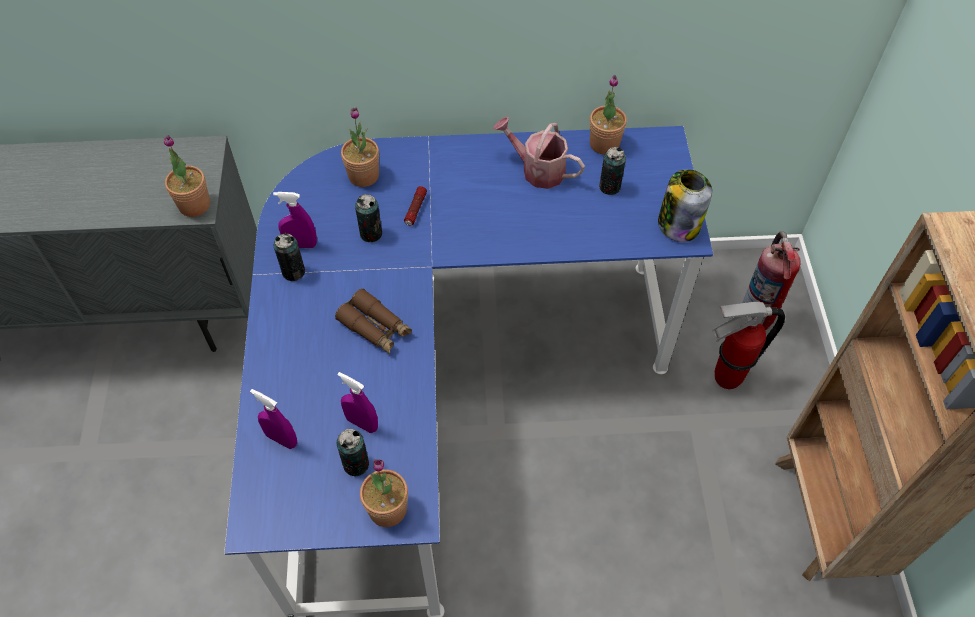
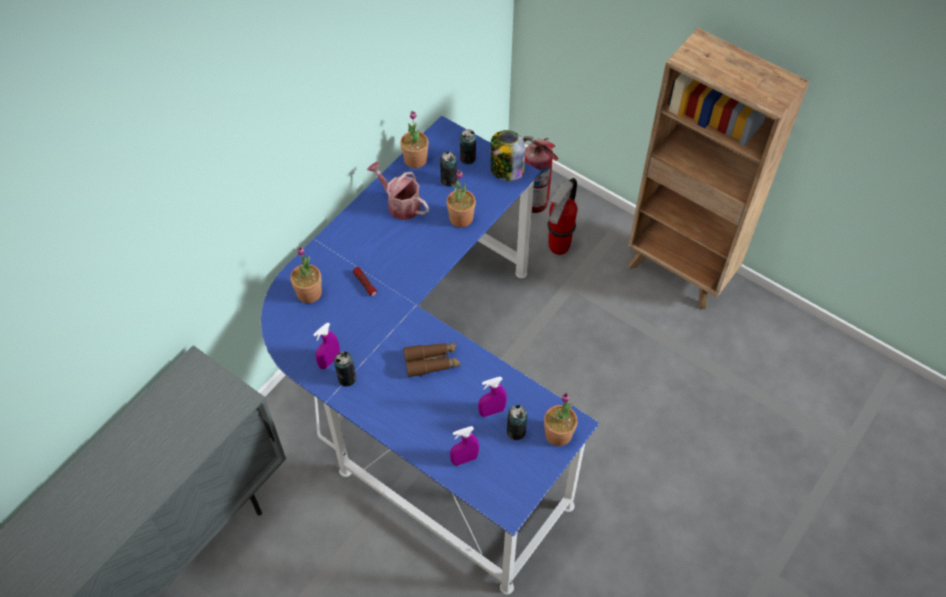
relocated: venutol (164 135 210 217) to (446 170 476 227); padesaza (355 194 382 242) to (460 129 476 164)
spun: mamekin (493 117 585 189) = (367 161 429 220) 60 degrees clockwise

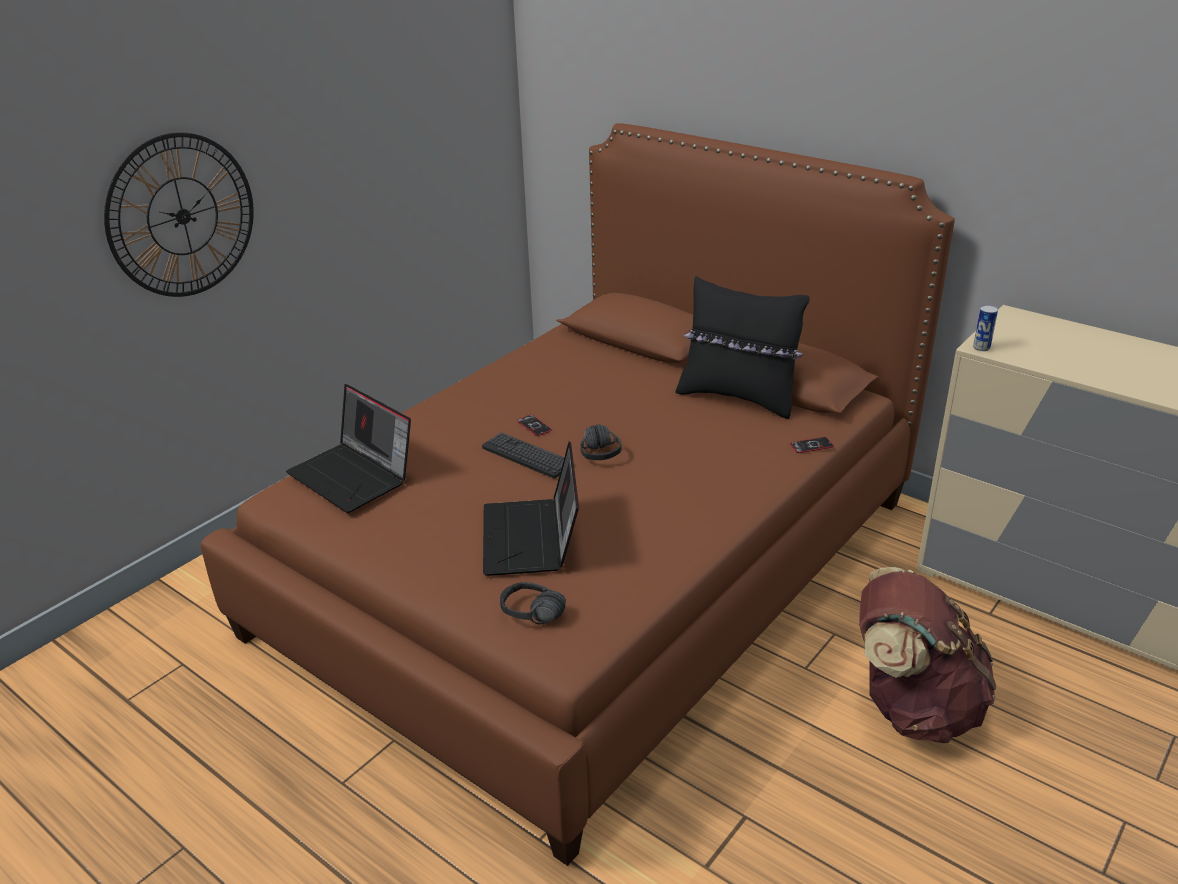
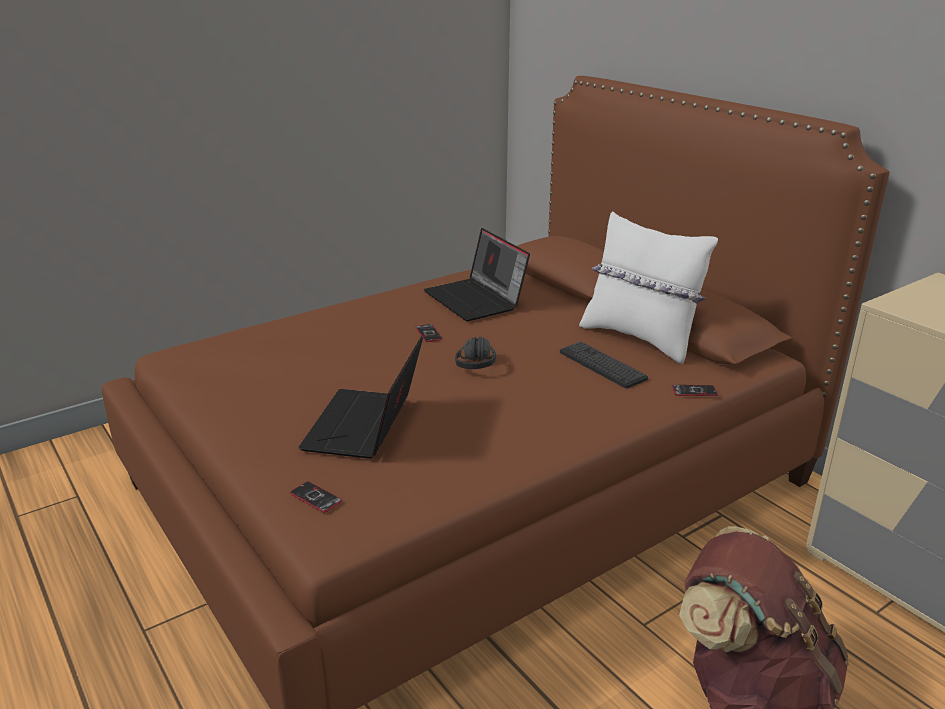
missing: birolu (104 132 254 297); padesaza (973 305 998 351)
relocated: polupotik (286 384 411 513) to (424 228 530 321); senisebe (482 432 564 478) to (560 341 648 389)
exchanged: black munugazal (500 582 566 624) to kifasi (290 481 342 513)
colour: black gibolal (675 276 810 419) to white gibolal (579 211 718 364)

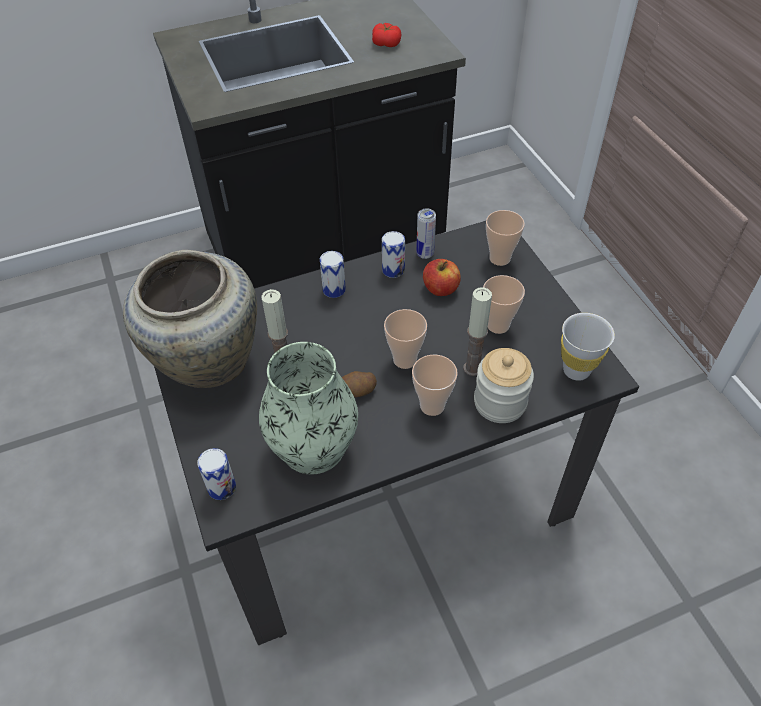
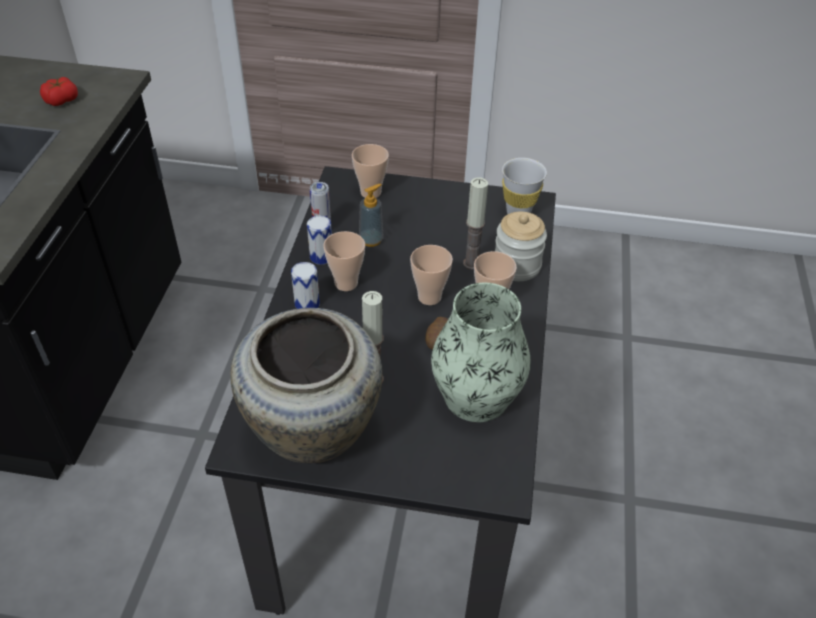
missing: padesaza (197 448 236 500)
relocated: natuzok (483 275 525 334) to (323 231 365 291)
exchanged: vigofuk (423 259 461 296) to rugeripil (359 184 384 247)

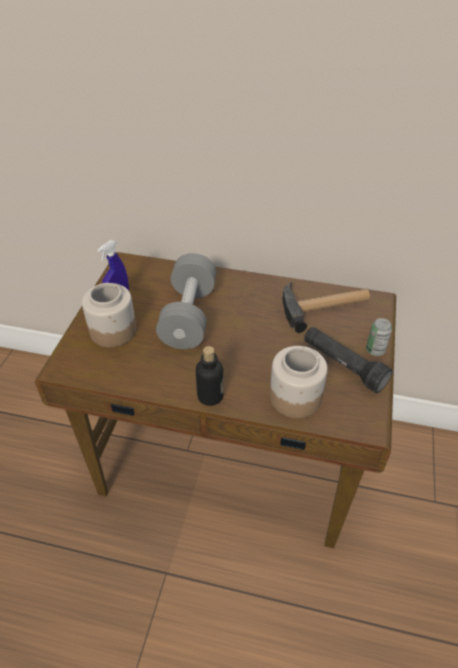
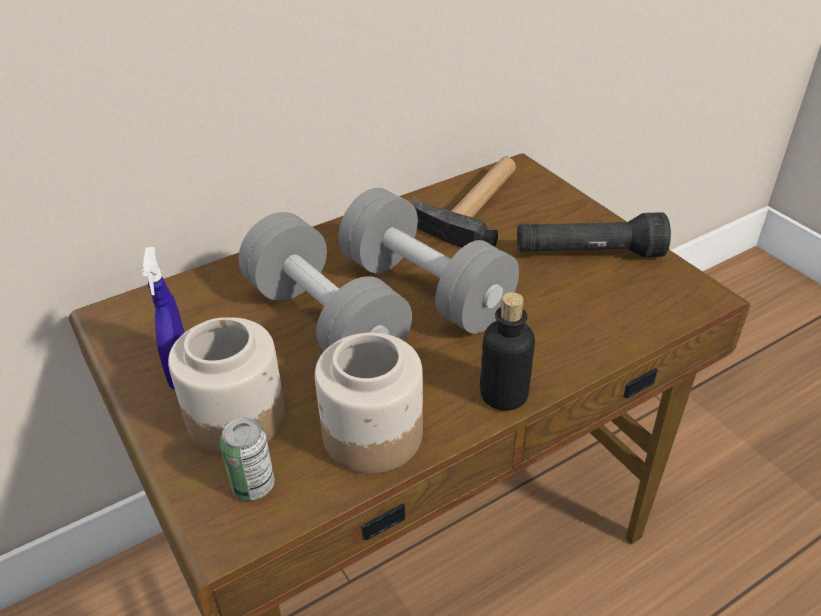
appeared: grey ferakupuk (338 188 519 334)
relocated: padesaza (366 318 392 356) to (220 418 275 501); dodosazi (270 346 328 418) to (315 332 423 474)

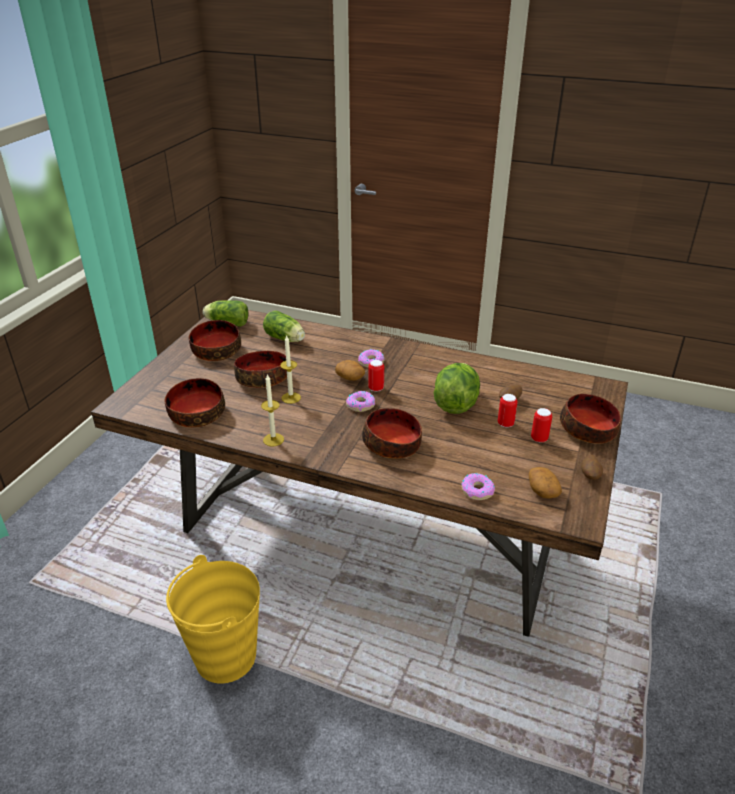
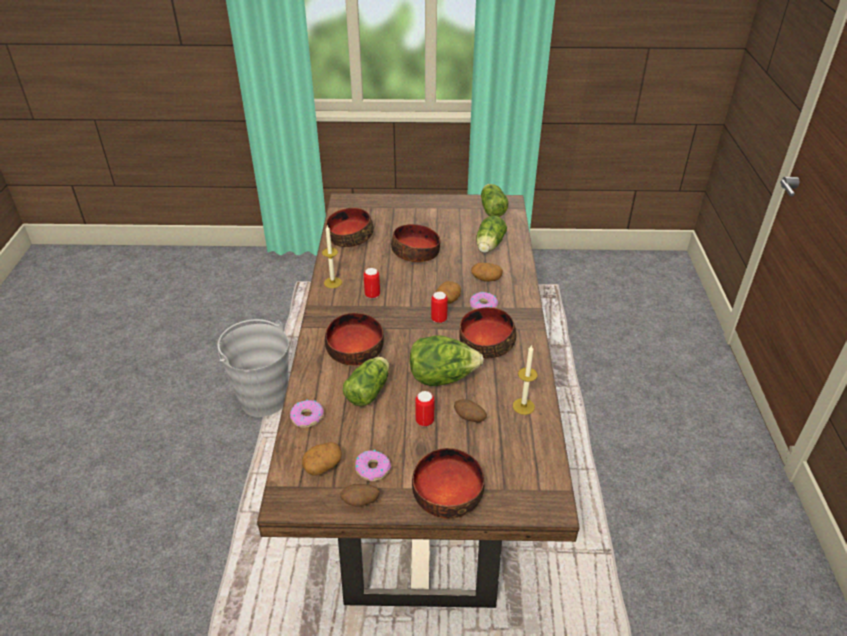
appeared: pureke (471 263 503 282); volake (343 357 389 406)
relocated: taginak (189 320 241 361) to (459 307 516 358); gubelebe (280 335 301 404) to (513 345 538 415); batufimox (346 391 375 412) to (355 450 391 481); padesaza (531 408 552 442) to (364 268 380 299)
colour: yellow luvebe (166 555 260 684) to grey luvebe (218 319 289 417)

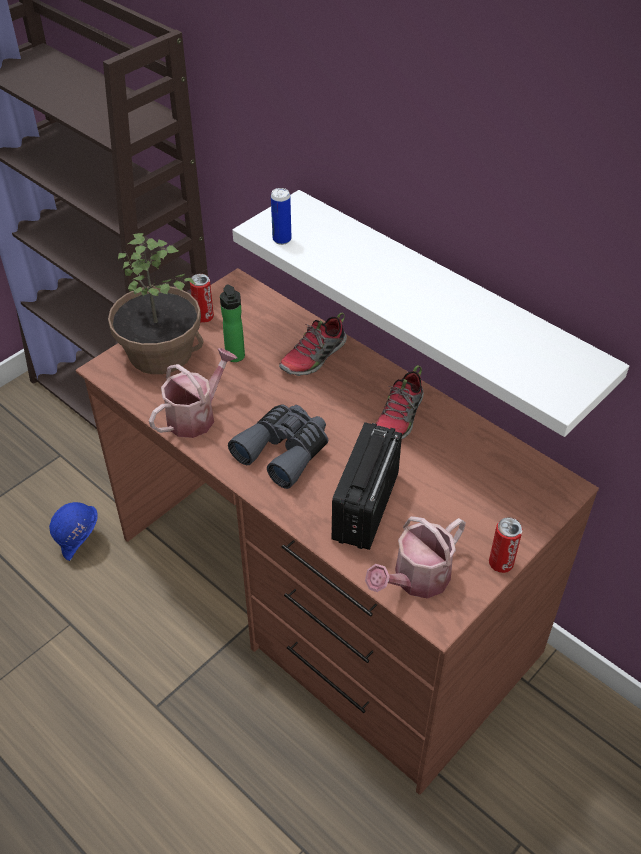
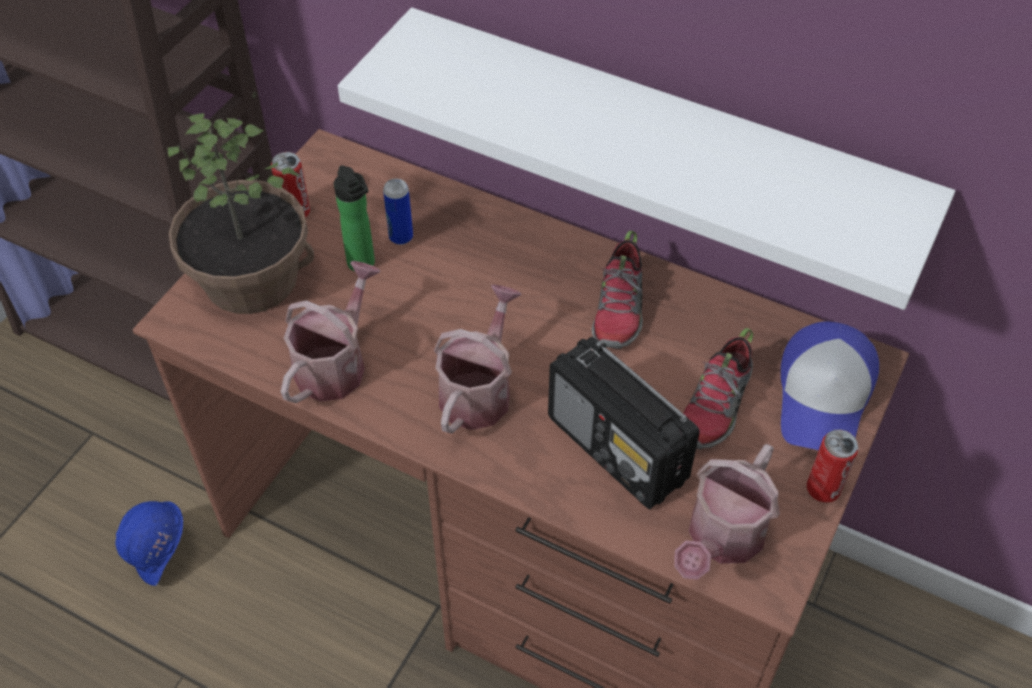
appeared: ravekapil (781 322 879 450)
relocated: padesaza (271 188 291 245) to (383 179 413 245); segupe (279 313 347 376) to (683 328 753 449)
exchanged: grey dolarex (228 404 328 489) to mamekin (433 285 522 434)
spun: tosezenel (331 422 402 550) = (548 337 700 509) 45 degrees counterclockwise

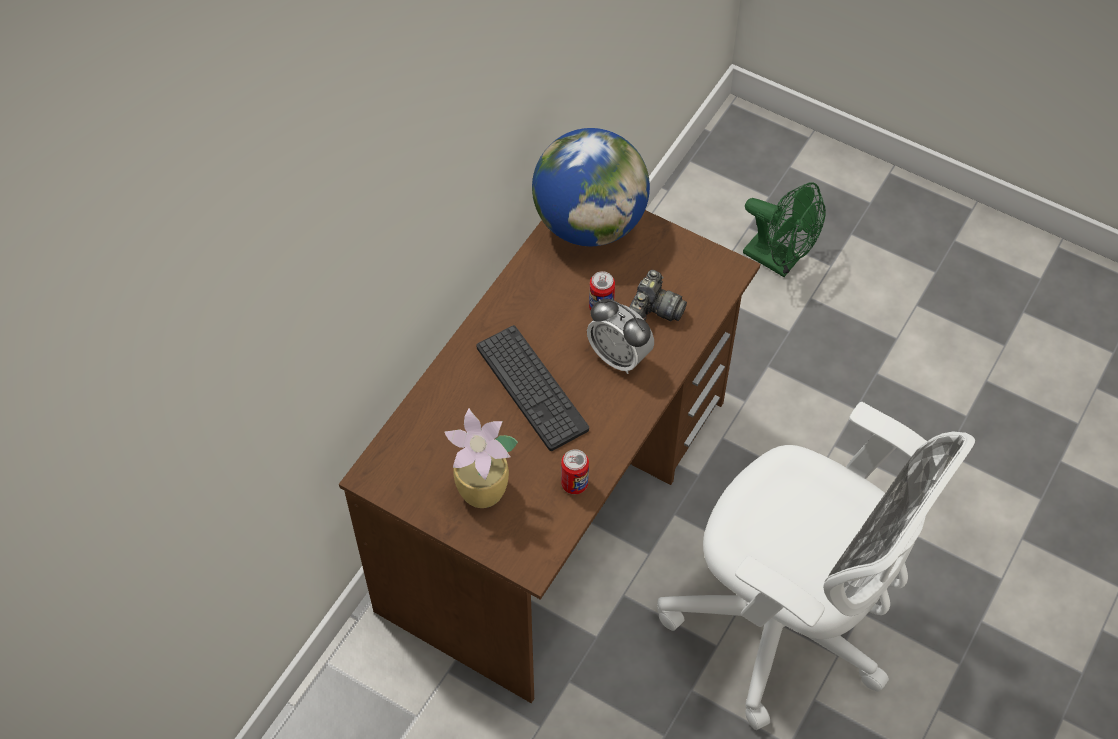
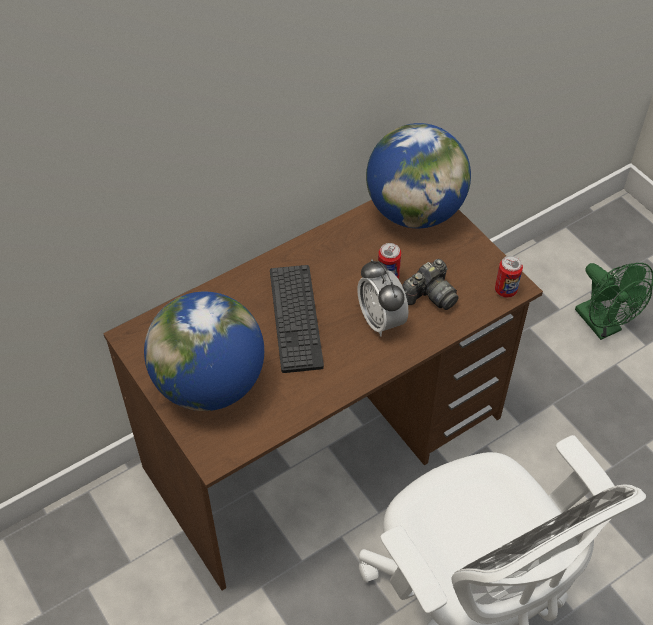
relocated: padesaza (561 449 589 494) to (495 256 523 298)
exchanged: venutol (445 408 518 508) to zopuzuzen (144 292 264 411)

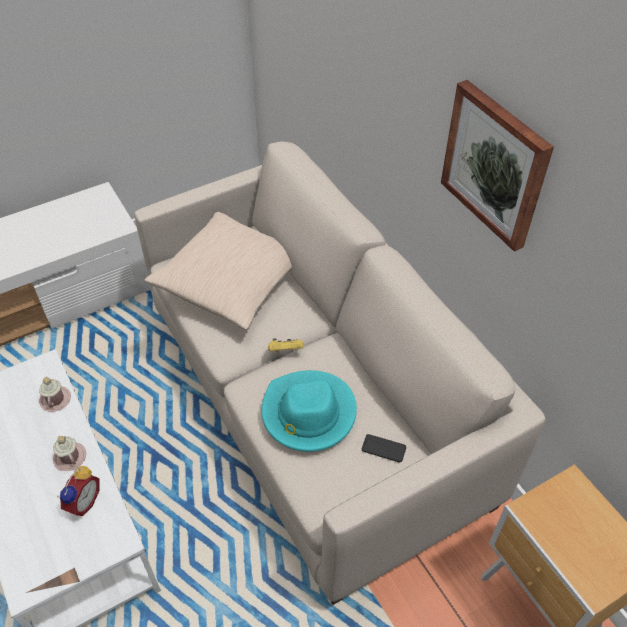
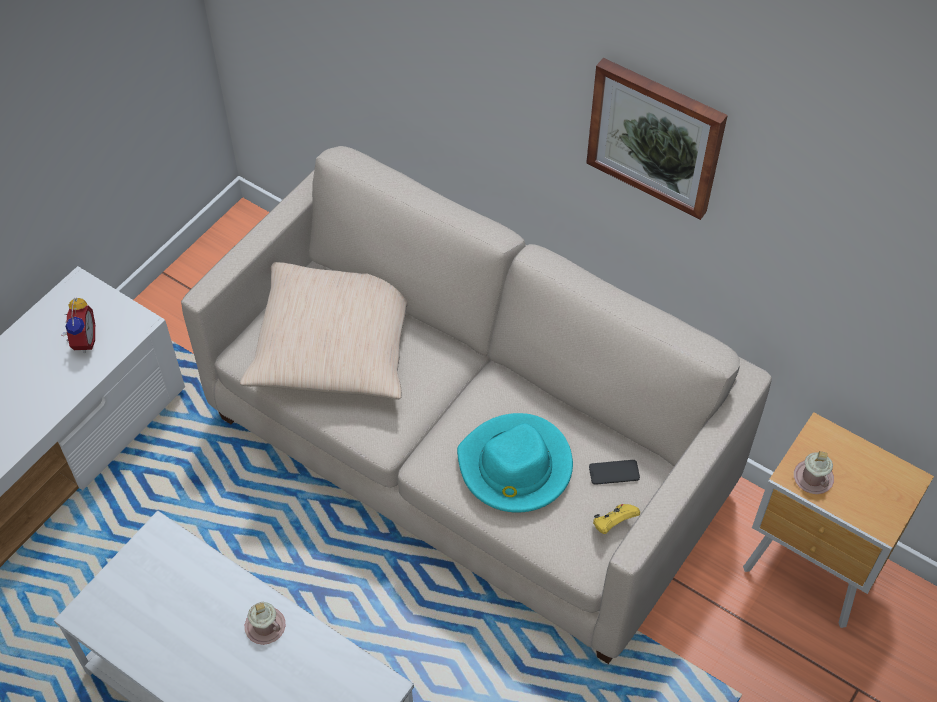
relocated: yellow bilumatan (268 339 304 352) to (593 504 640 534); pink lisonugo (39 377 71 412) to (794 451 834 494); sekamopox (57 466 100 516) to (62 298 95 353)

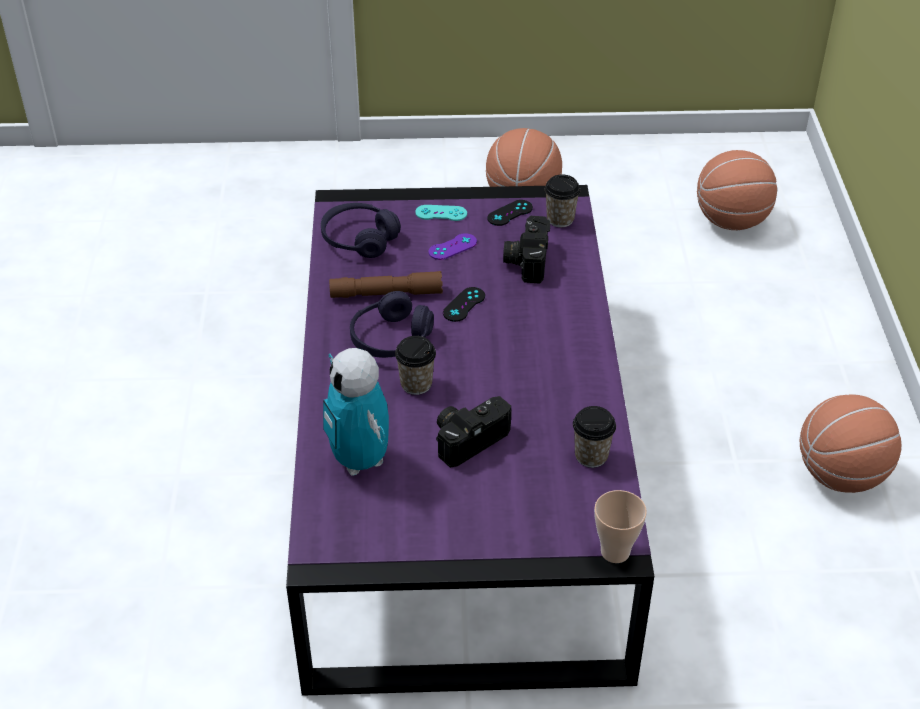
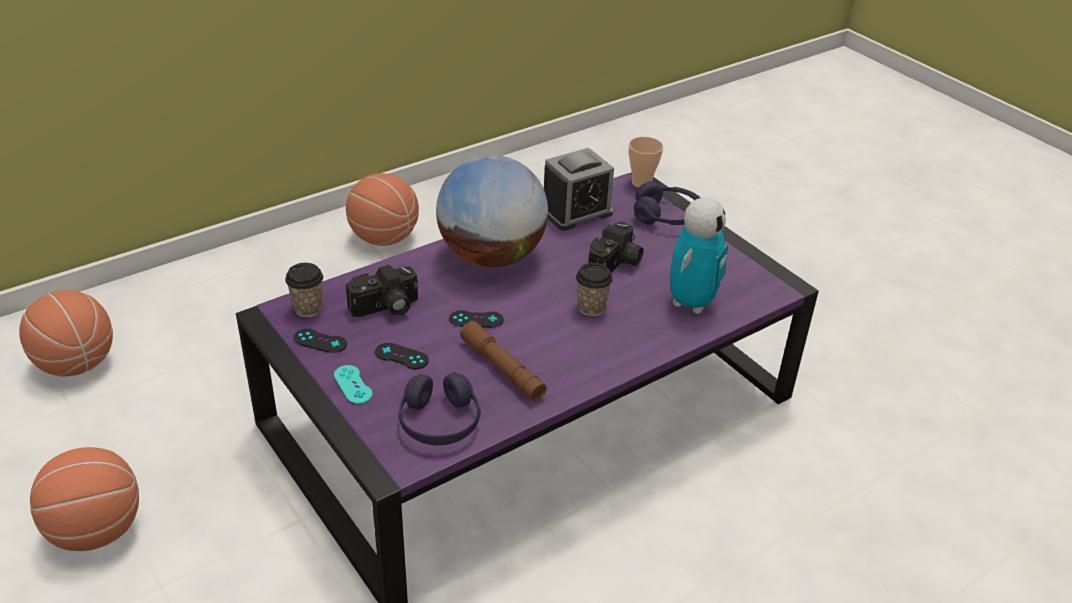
appeared: zopuzuzen (436 155 548 267)
relocated: purple munugazal (350 291 434 358) to (634 181 700 225)
exchanged: natuzok (573 406 616 468) to sekamopox (544 148 614 231)
colour: purple bilumatan (428 233 477 260) to black bilumatan (375 343 429 369)
spun: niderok (436 396 512 468) = (588 222 644 272) 75 degrees counterclockwise

